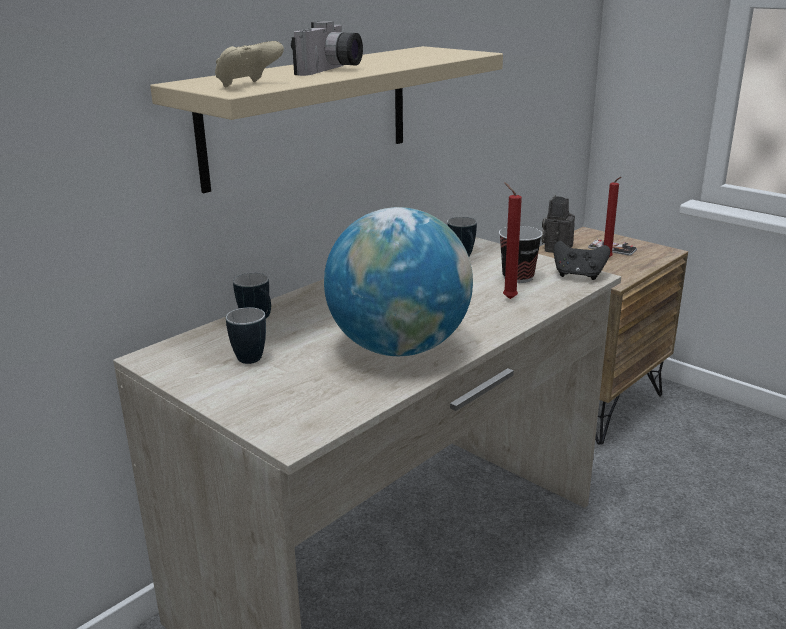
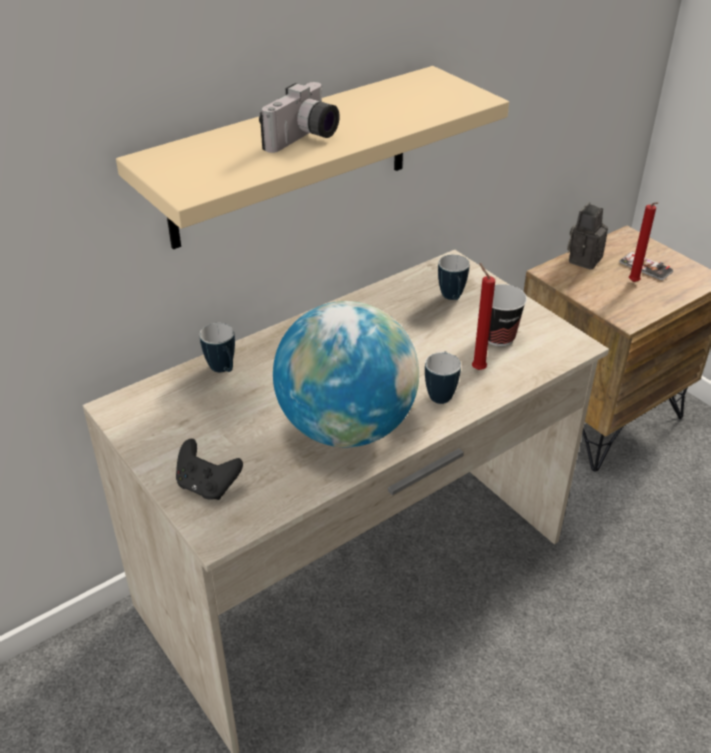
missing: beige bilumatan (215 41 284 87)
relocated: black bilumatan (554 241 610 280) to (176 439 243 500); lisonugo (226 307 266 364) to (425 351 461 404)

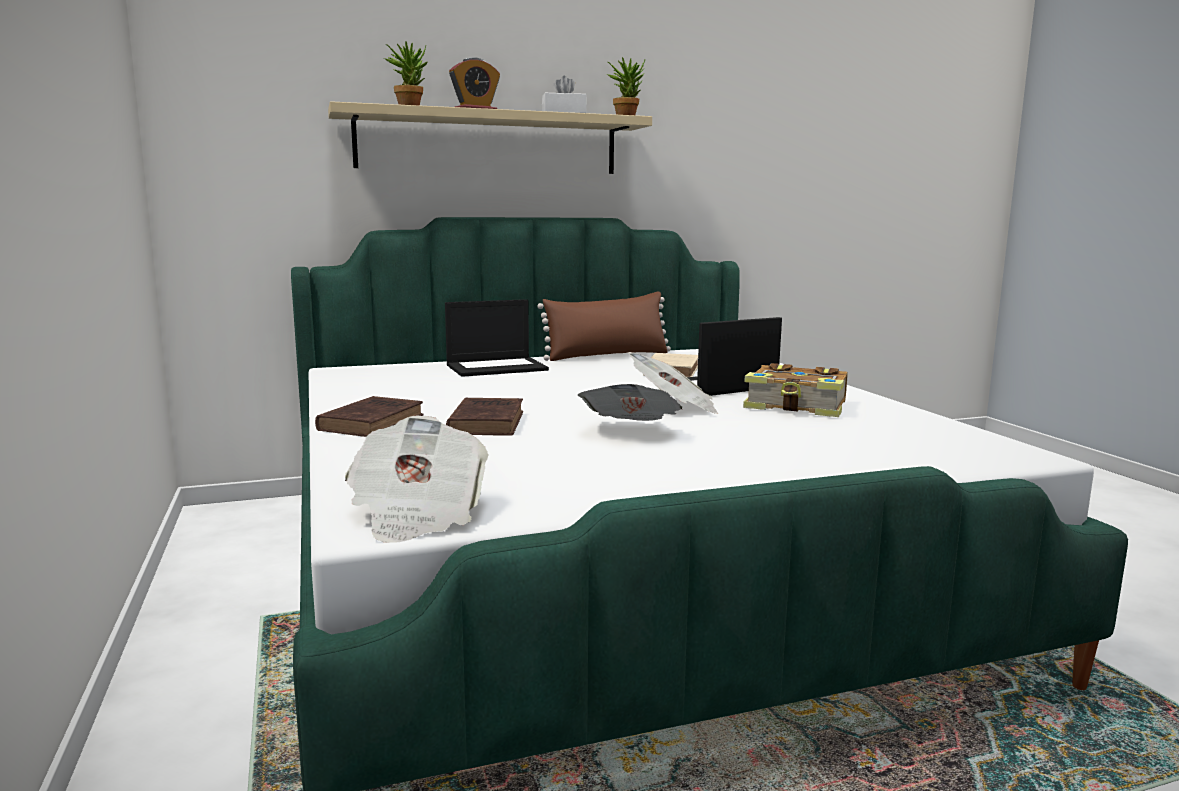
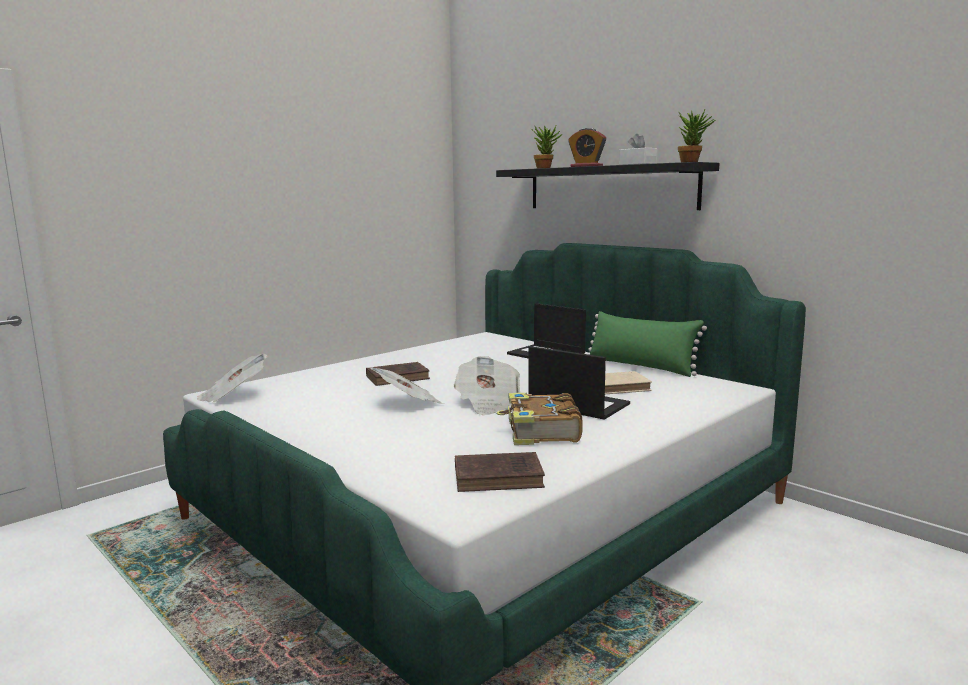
relocated: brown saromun (315 396 424 437) to (455 452 545 492)
colour: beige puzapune (328 101 652 174) to black puzapune (496 162 719 210); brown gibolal (537 292 671 361) to green gibolal (588 311 707 377)

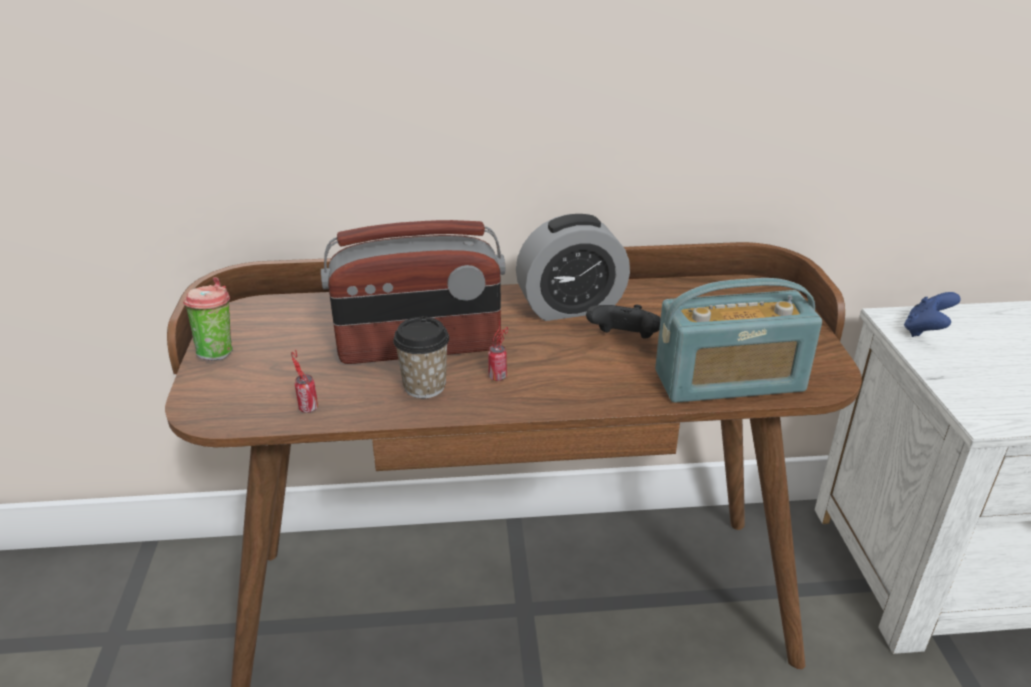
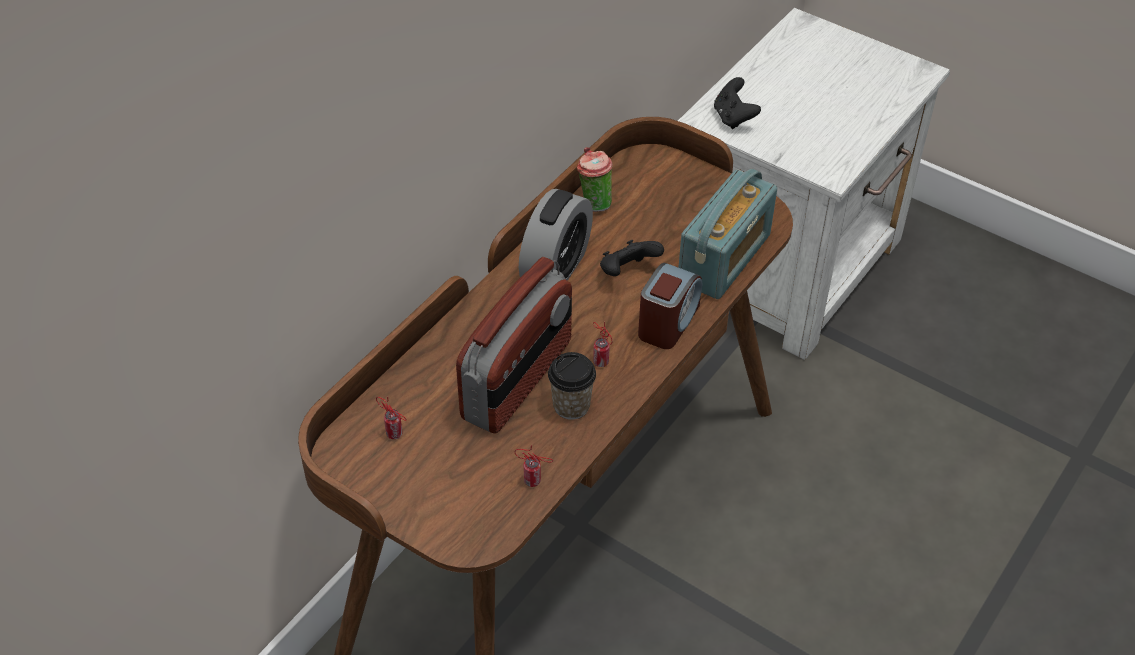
appeared: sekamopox (638 263 702 349); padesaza (376 397 406 439)
relocated: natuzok (183 277 233 361) to (577 147 612 212)
colour: blue bilumatan (904 292 961 337) to black bilumatan (714 77 761 129)

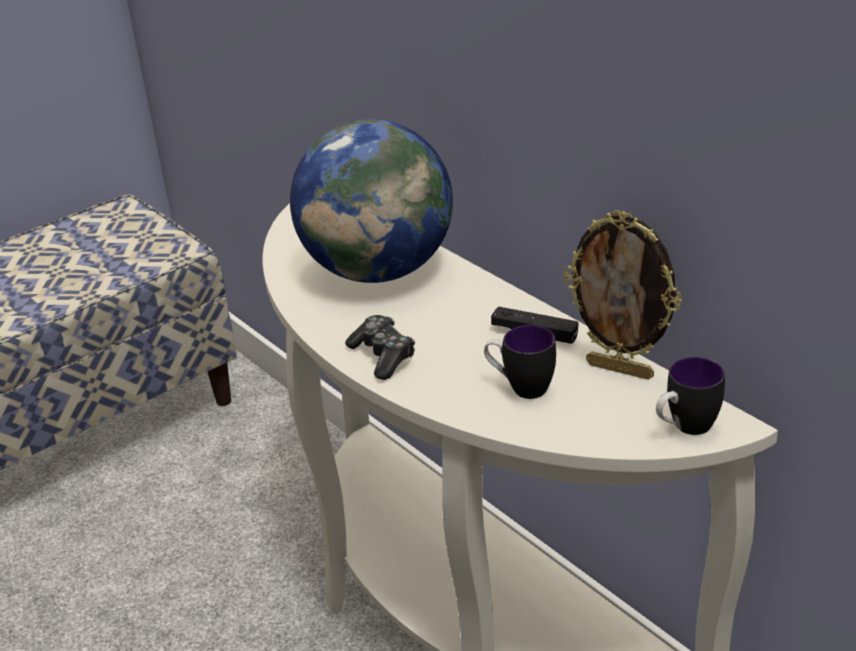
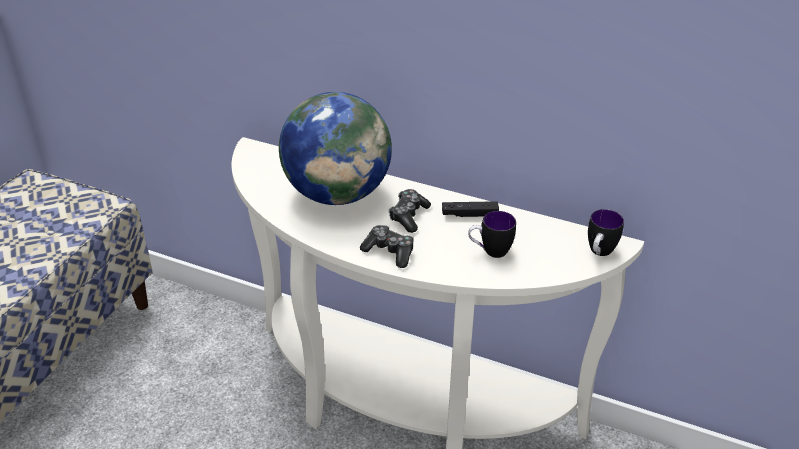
missing: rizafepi (563 210 682 380)
appeared: bilumatan (389 189 431 233)

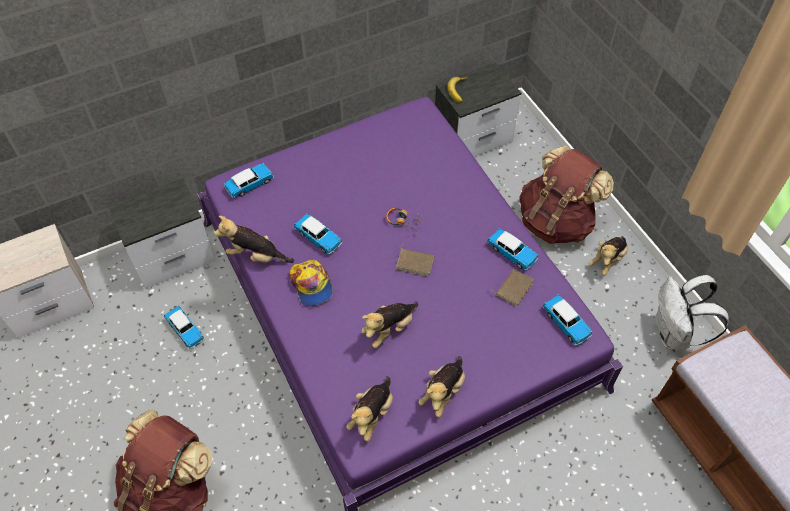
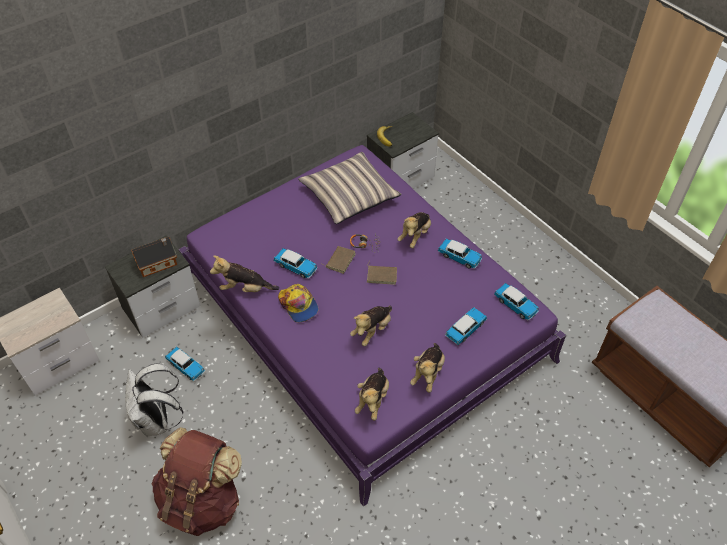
missing: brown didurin (519 145 614 244)
appeared: gibolal (298 152 402 224); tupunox (131 237 177 277)
relocated: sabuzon (224 163 274 198) to (445 307 487 345); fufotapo (589 236 628 276) to (397 212 431 248); brown saromun (490 269 534 307) to (320 246 355 274); white didurin (656 275 729 350) to (125 364 184 436)

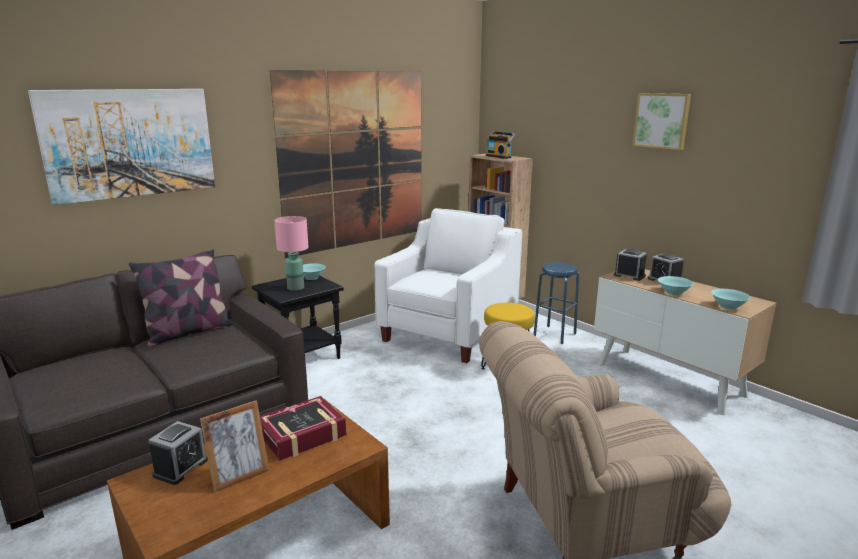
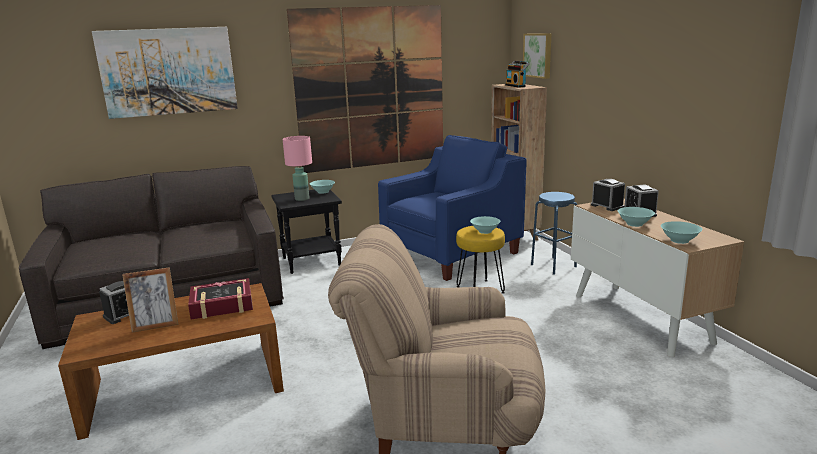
missing: gibolal (129 249 233 347)
appeared: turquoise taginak (470 216 500 234)
relocated: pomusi (633 93 691 150) to (523 33 552 79)
colour: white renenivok (374 208 523 363) to blue renenivok (378 135 527 281)

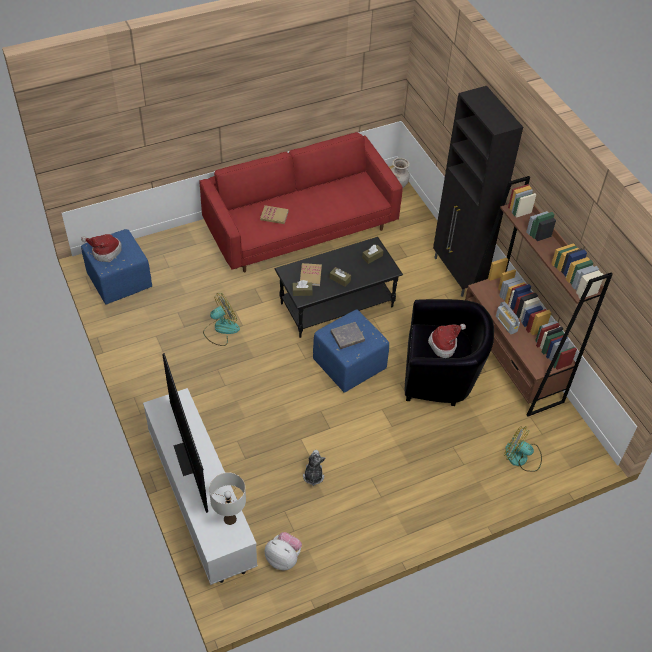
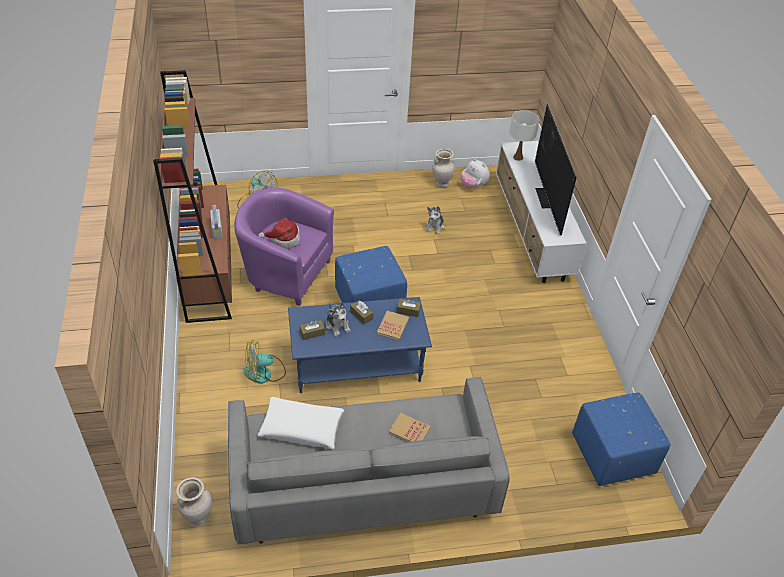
missing: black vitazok (433 86 523 297); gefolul (81 234 122 262); grey saromun (331 322 365 349)
appeared: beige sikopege (433 149 455 187); fufotapo (326 302 351 337); white gibolal (258 397 344 449)
relocated: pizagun (203 293 240 346) to (244 340 286 384)
colour: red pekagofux (199 132 403 272) to grey pekagofux (228 377 510 545); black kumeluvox (274 237 403 338) to blue kumeluvox (288 297 432 393); black renenivok (405 299 494 406) to purple renenivok (234 187 334 306)

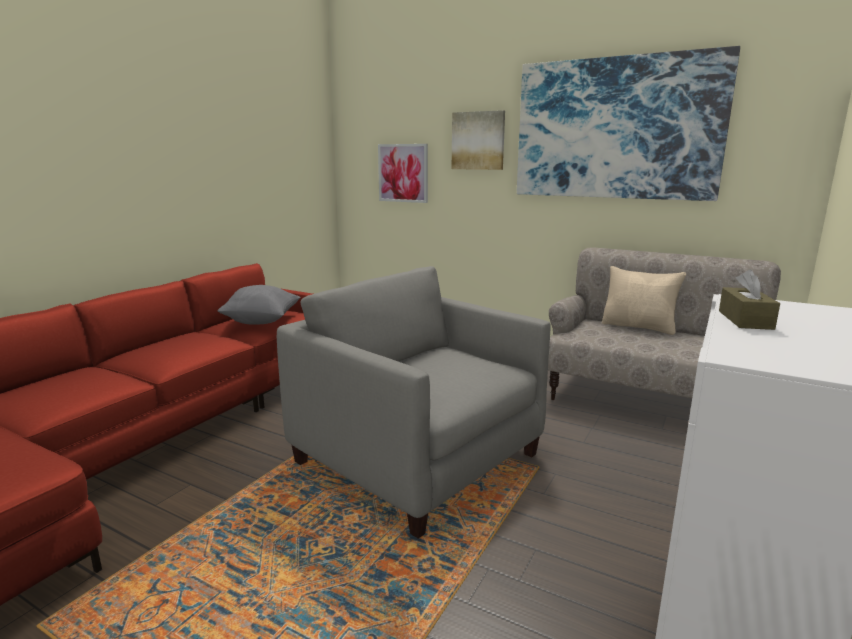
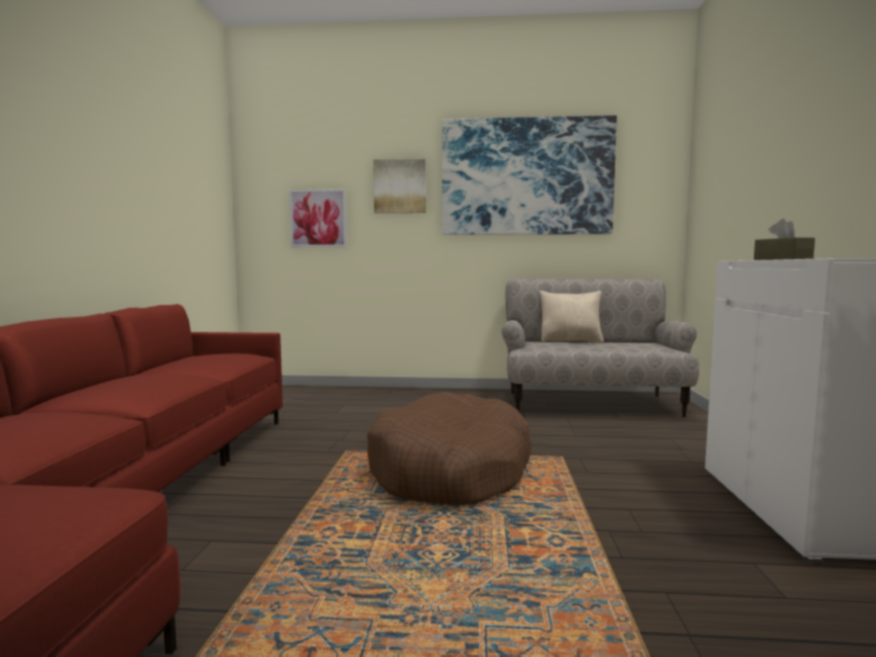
missing: grey gibolal (218 285 301 325)
exchanged: grey renenivok (277 266 551 539) to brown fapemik (367 392 532 505)

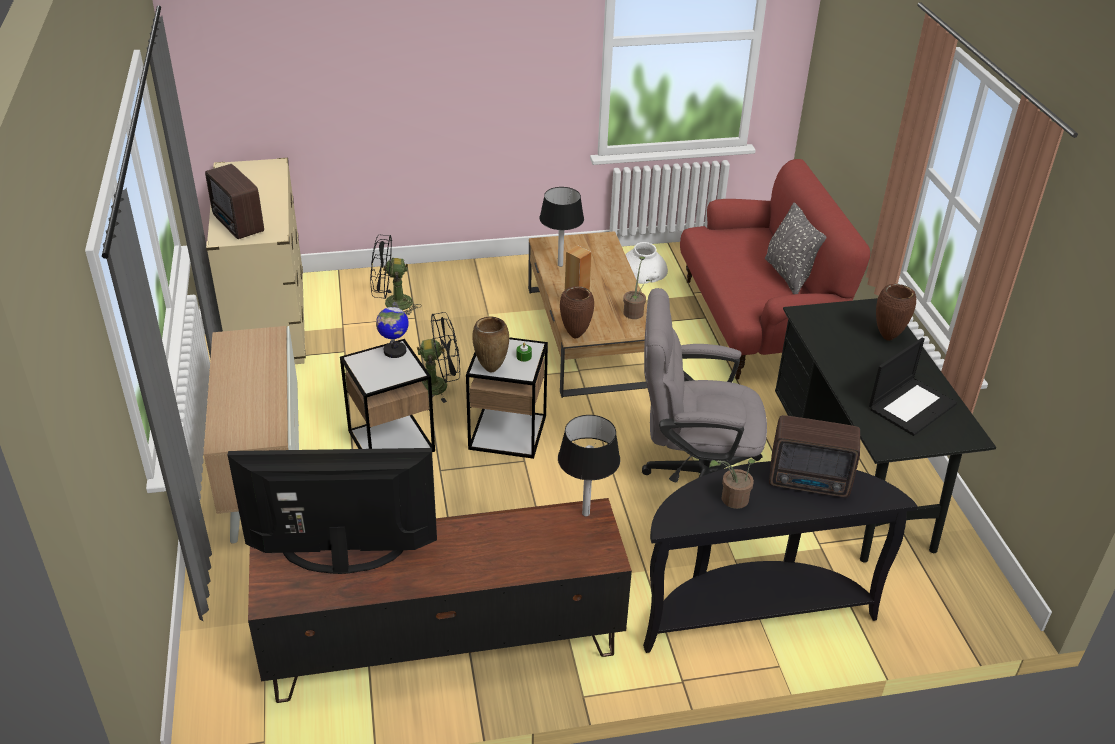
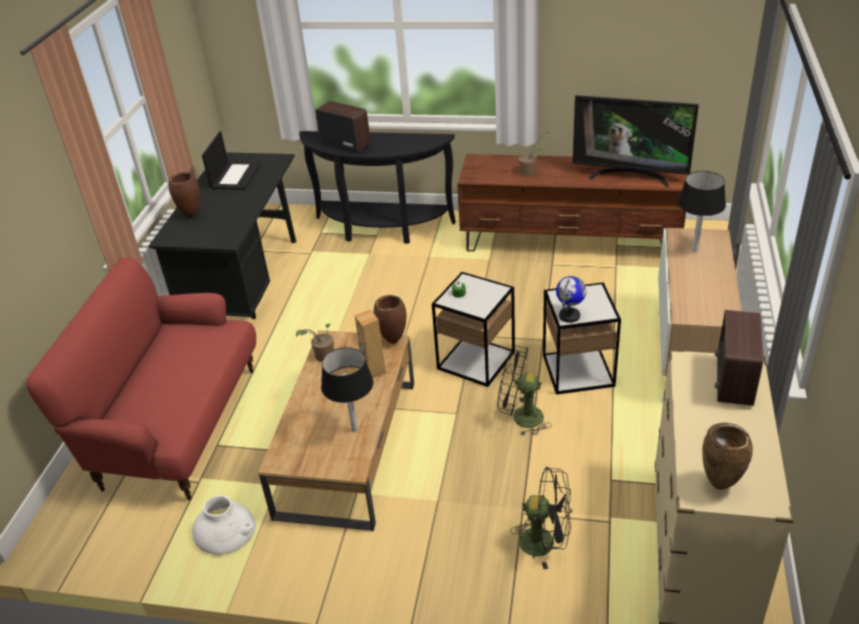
missing: grey gibolal (765 203 827 294); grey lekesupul (642 288 767 482)
relocated: brown sikopege (472 317 509 373) to (702 423 753 490); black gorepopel (558 415 620 516) to (678 171 726 252); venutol (709 459 755 509) to (515 131 552 177)
spun: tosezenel (205 164 264 239) = (715 310 763 406) 150 degrees counterclockwise; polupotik (869 337 957 436) = (202 131 261 190) 120 degrees clockwise

